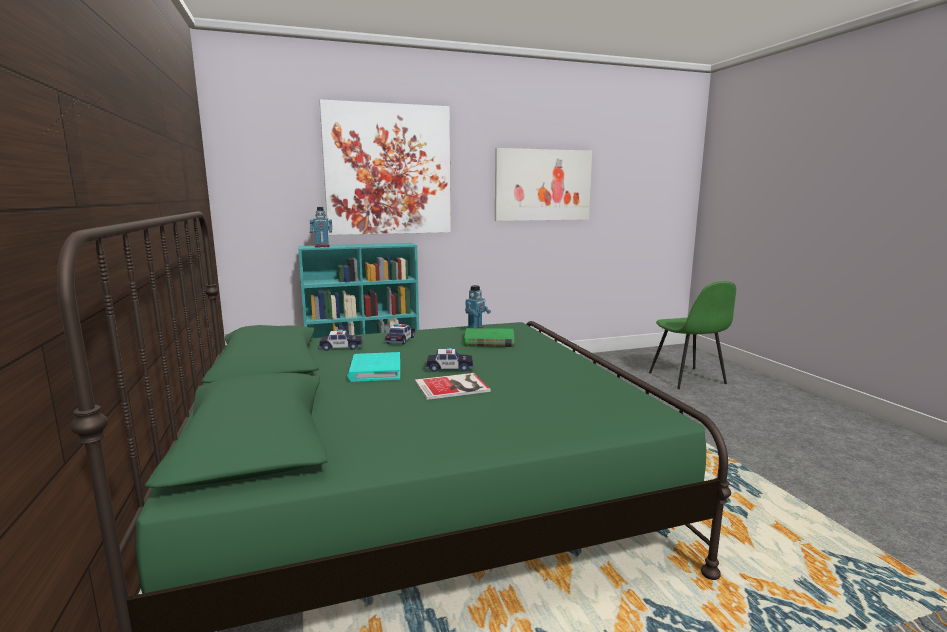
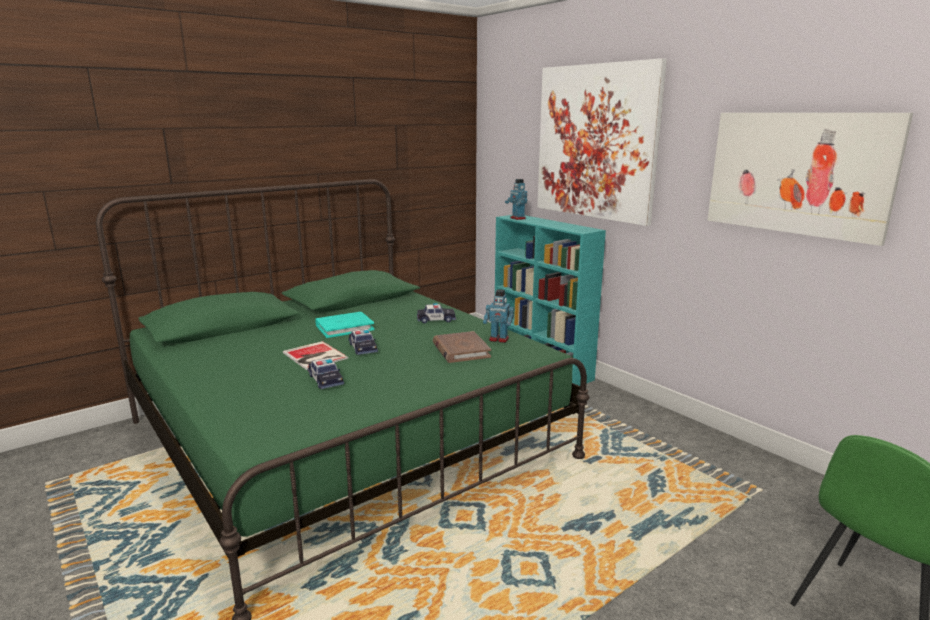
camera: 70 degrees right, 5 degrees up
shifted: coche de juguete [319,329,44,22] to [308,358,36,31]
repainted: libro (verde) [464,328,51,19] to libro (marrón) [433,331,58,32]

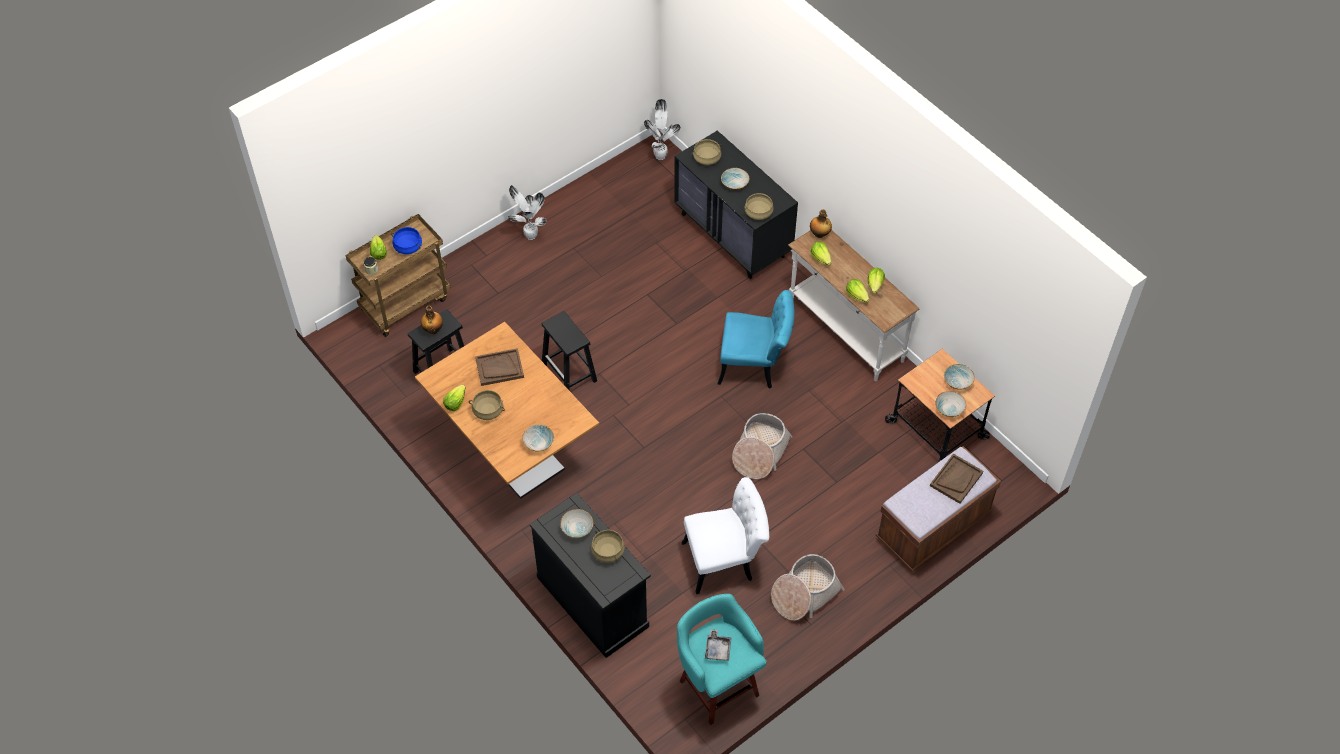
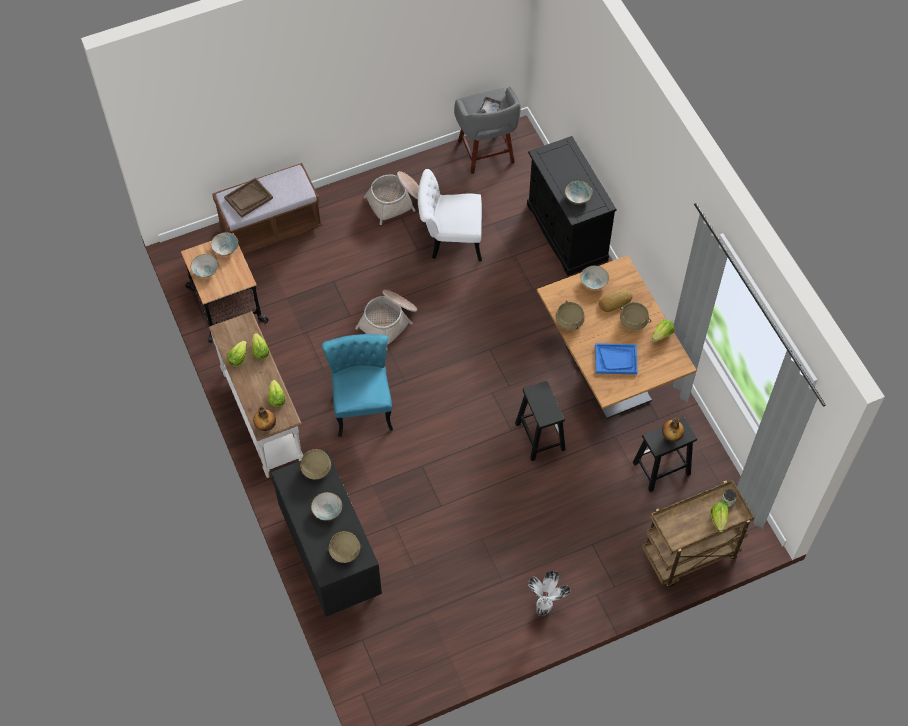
camera: 165 degrees left, 5 degrees up
gone: planta en maceta [644,99,37,61]; olla (azul) [391,227,31,27]
new: pan [599,289,34,23]
shifted: olla (beis) [591,530,34,33] to [556,300,29,30]
repainted: bandeja (marrón) [475,348,49,38] to bandeja (azul) [595,343,43,31]; taburete (turquesa) [677,594,89,131] to taburete (gris) [454,87,67,87]
rotated: silla (turquesa) [718,290,77,99] = [322,334,71,103] 60 degrees clockwise

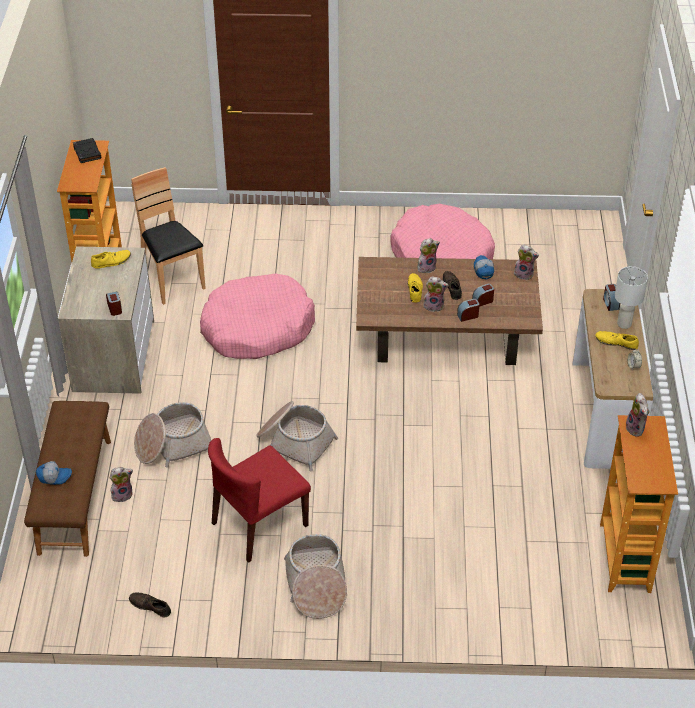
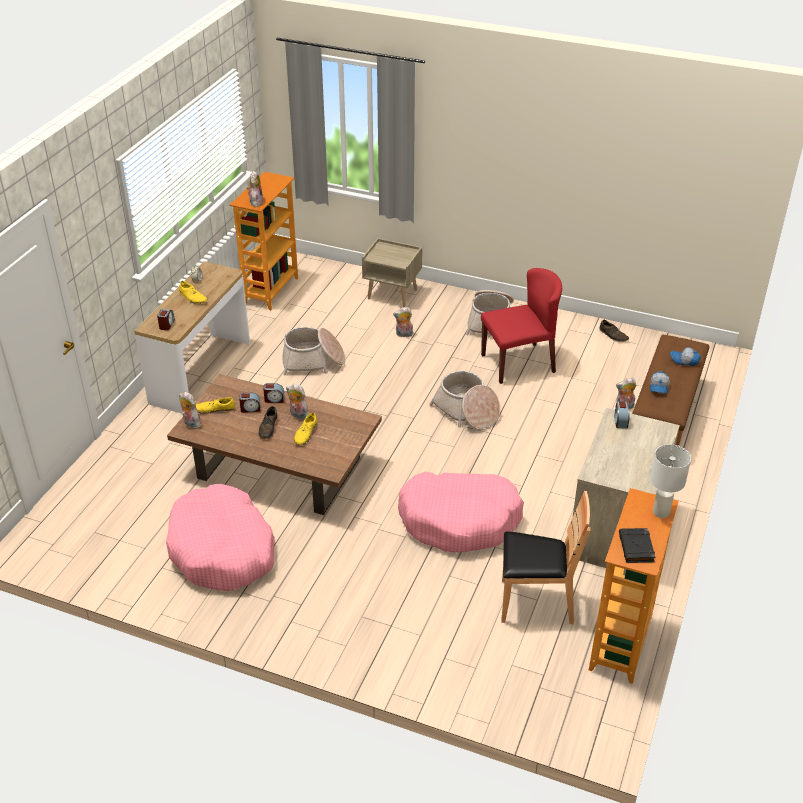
camera: 160 degrees left, 5 degrees down
new: mesita de noche (beis) [362,238,60,69]
shifted: peluche [418,238,22,35] to [393,307,20,30]; zapato (amarillo) [91,250,40,19] to [196,397,39,17]; gorra [474,255,20,25] to [650,371,20,23]; lámpara de mesa (blanco) [615,266,33,63] to [650,444,41,74]; cesta [134,402,77,66] to [283,327,62,48]
rotated: silla (marrón) [131,167,75,138] = [501,491,90,133] 75 degrees counterclockwise

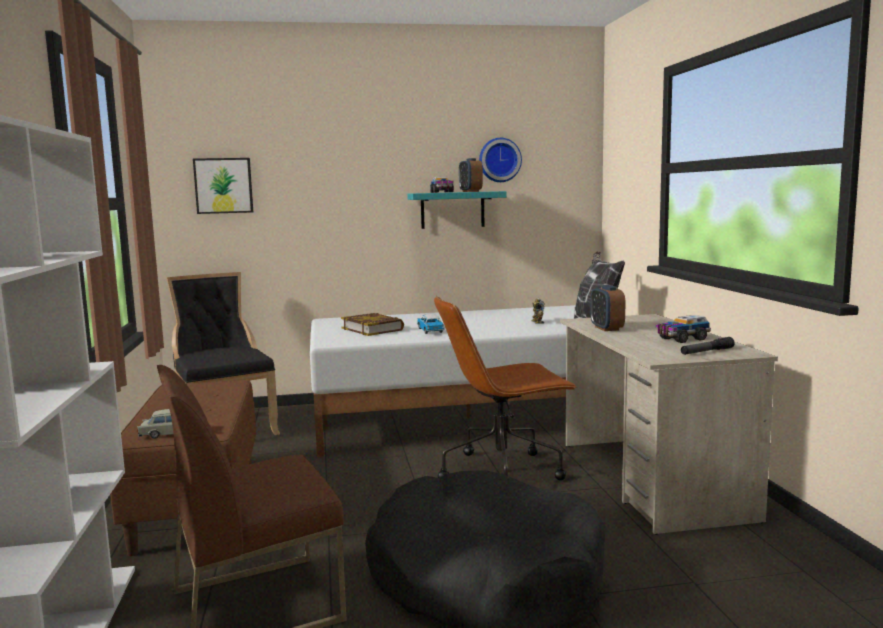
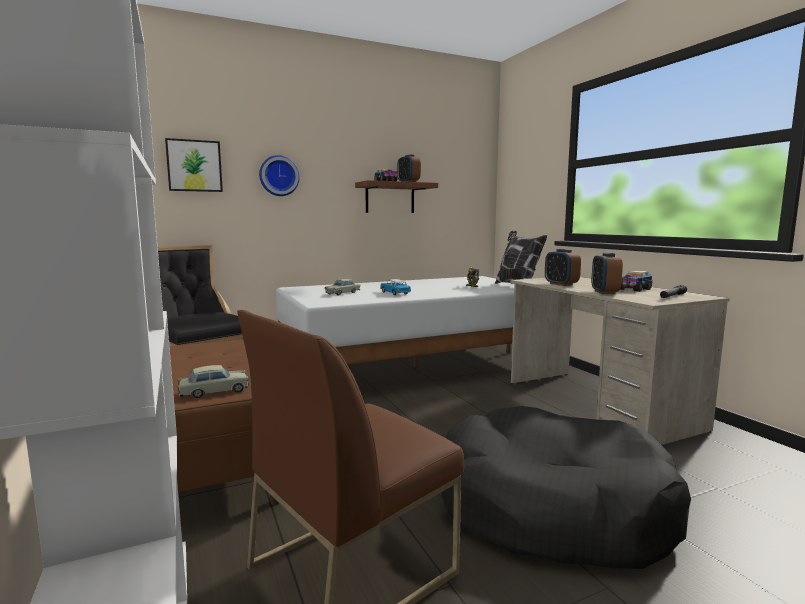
camera: 15 degrees left, 0 degrees up
gone: silla de oficina (marrón) [434,296,143,184]
new: despertador [591,253,32,41]
shifted: reloj de pared [479,138,43,44] to [259,155,41,41]
swapped: libro [341,313,63,23] to coche de juguete (beis) [325,279,35,17]
repainted: estante (turquesa) [407,191,100,38] to estante (marrón) [355,180,83,33]

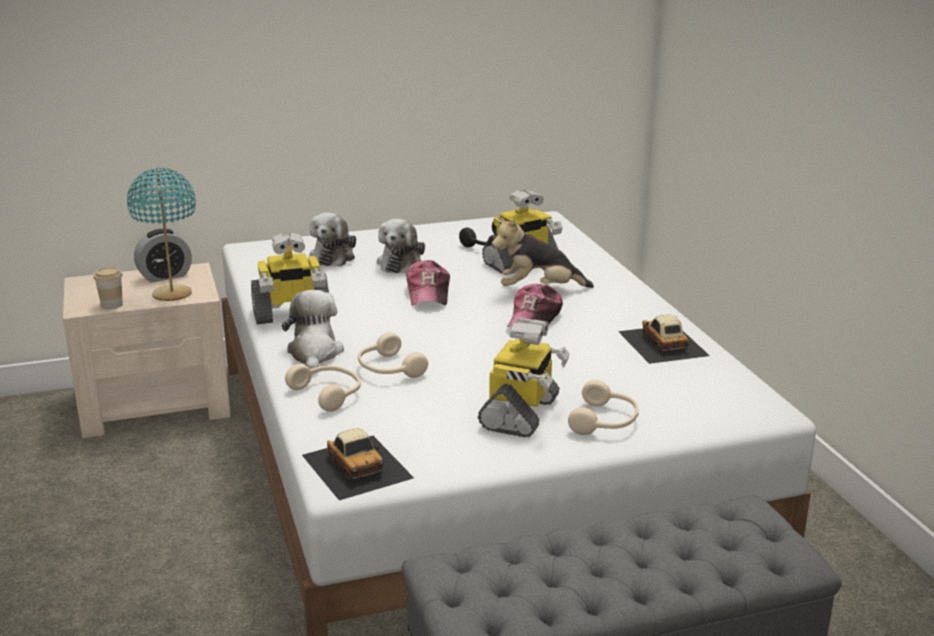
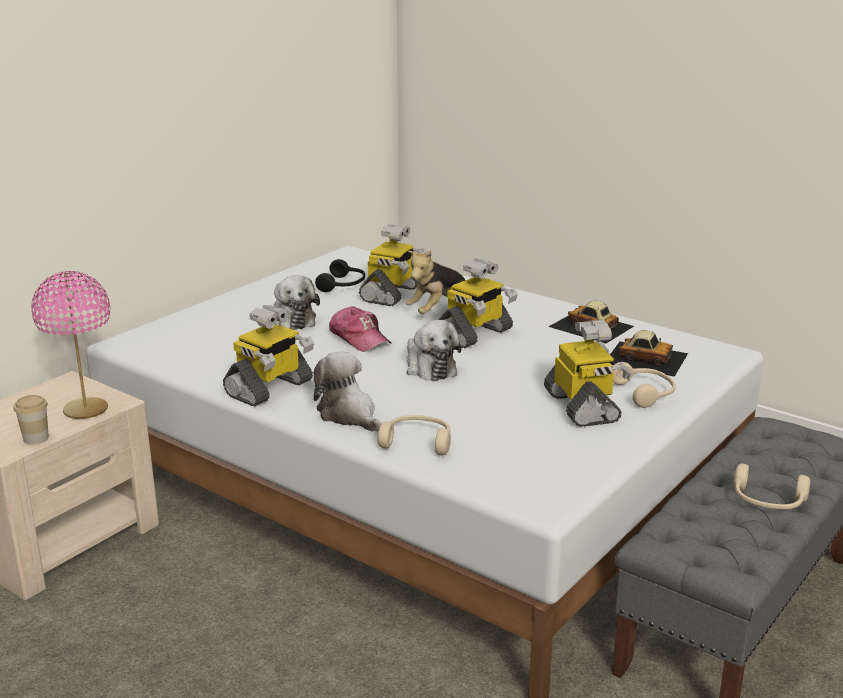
camera: 35 degrees left, 0 degrees up
gone: despertador [134,229,58,54]
shifted: peluche [310,212,46,54] to [407,320,54,61]; auriculares (beis) [358,332,70,46] to [734,464,76,45]; coche de juguete [302,429,112,71] to [610,331,78,46]
swapped: gorra [506,284,57,44] to robot de juguete [439,258,79,90]
repainted: lámpara de mesa (turquesa) [127,168,69,133] to lámpara de mesa (rosa) [31,271,79,148]

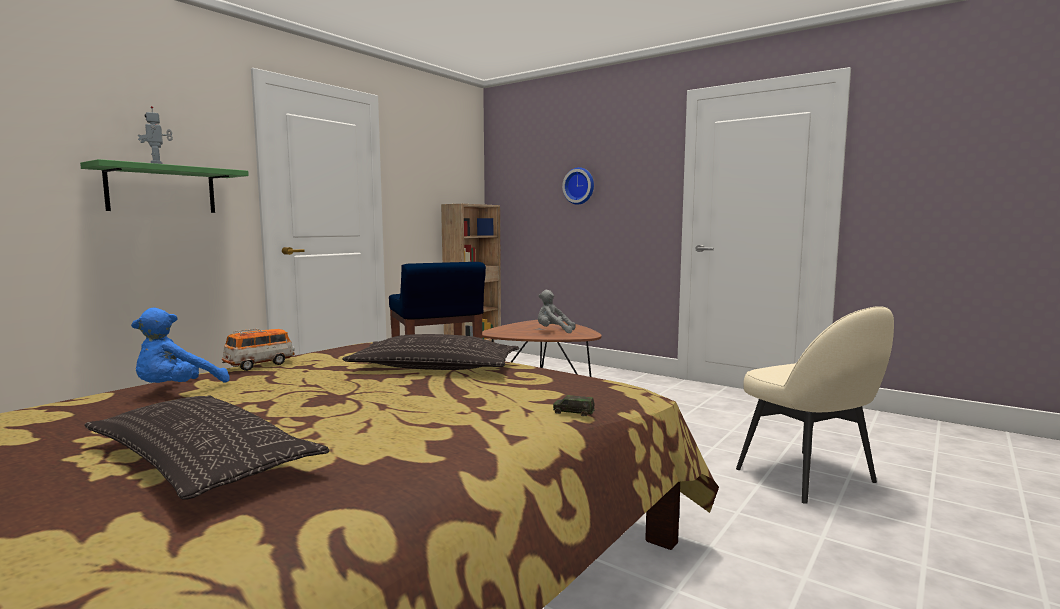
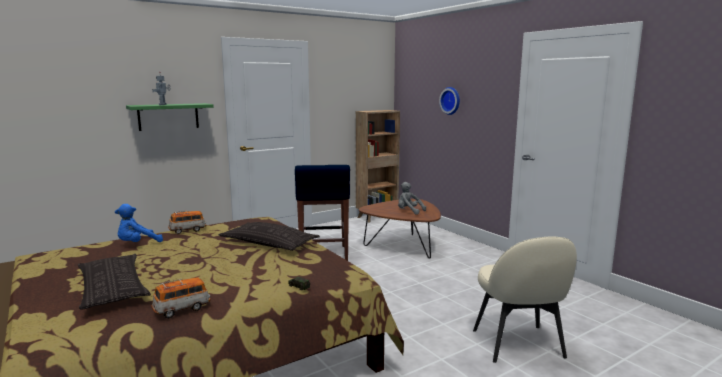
camera: 20 degrees right, 5 degrees up
new: coche de juguete [152,277,58,41]

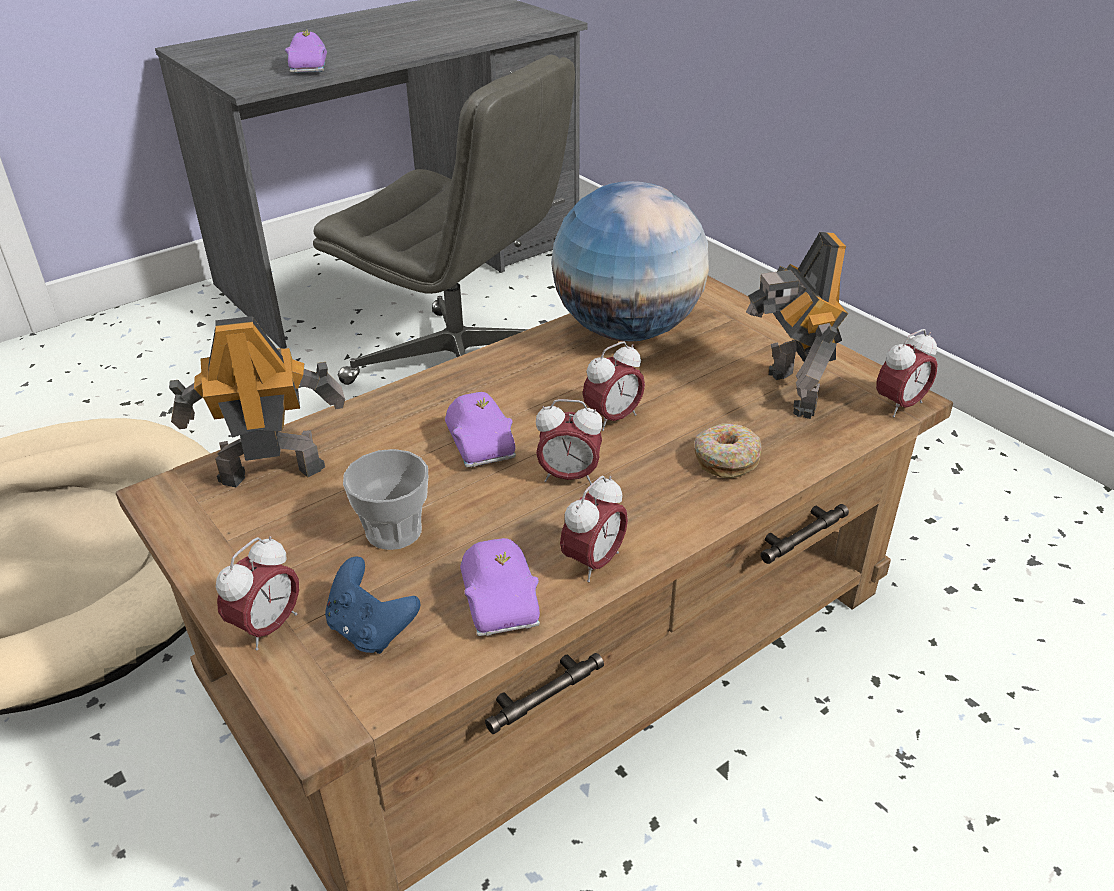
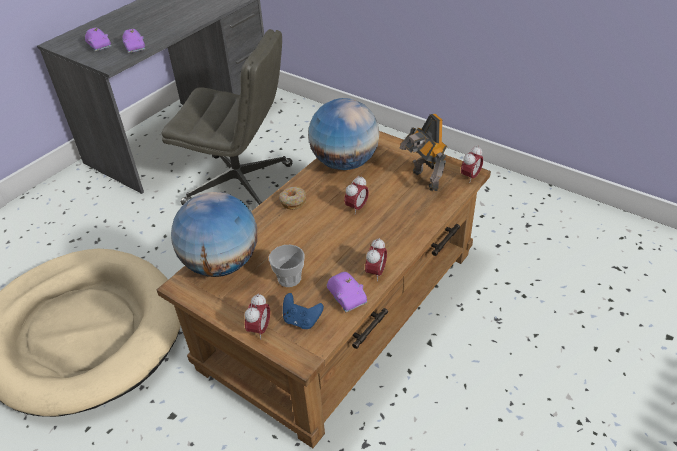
camera: 15 degrees left, 5 degrees up
gone: despertador [536,399,67,86]
shifted: coche de juguete (morado) [445,392,71,76] to [85,28,27,23]; rosquilla [694,424,68,54] to [279,187,27,23]
swapped: robot de juguete [169,316,176,171] to globo terráqueo [171,192,86,85]

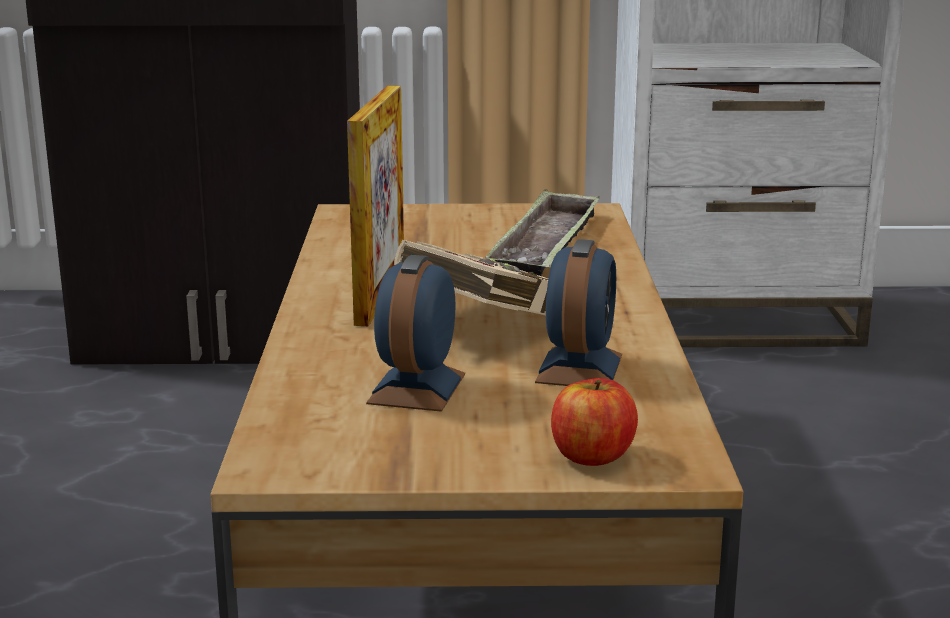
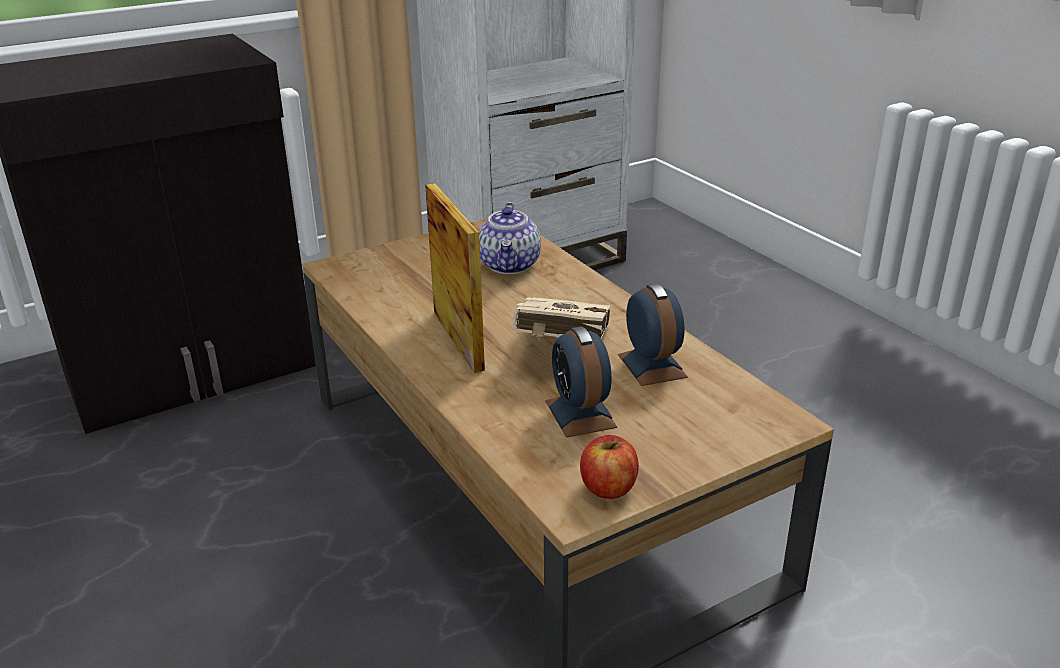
camera: 30 degrees left, 10 degrees up
shifted: manzana [551,378,87,88] to [580,435,59,64]
swapped: bandeja [485,190,114,86] to tetera [478,203,63,71]

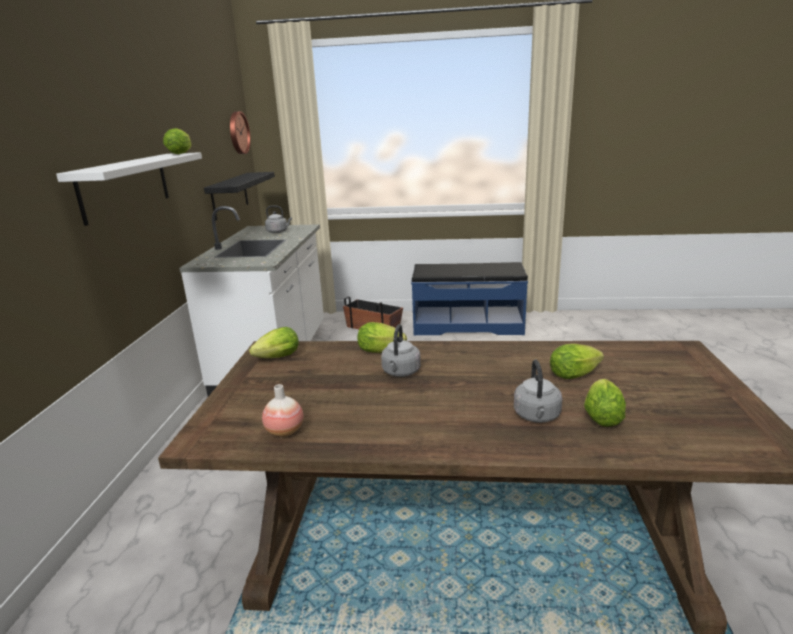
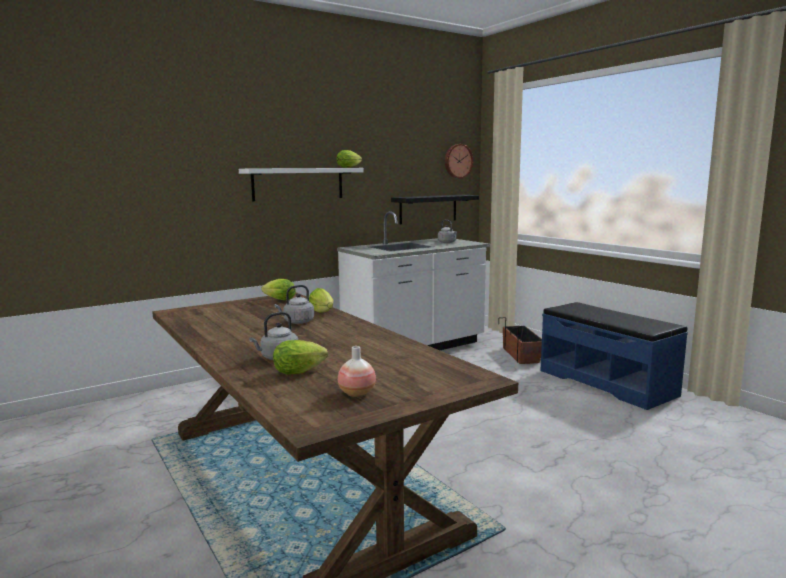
camera: 50 degrees right, 10 degrees down
gone: lechuga [550,344,54,35]
shifted: florero [262,384,41,53] to [338,346,38,51]

